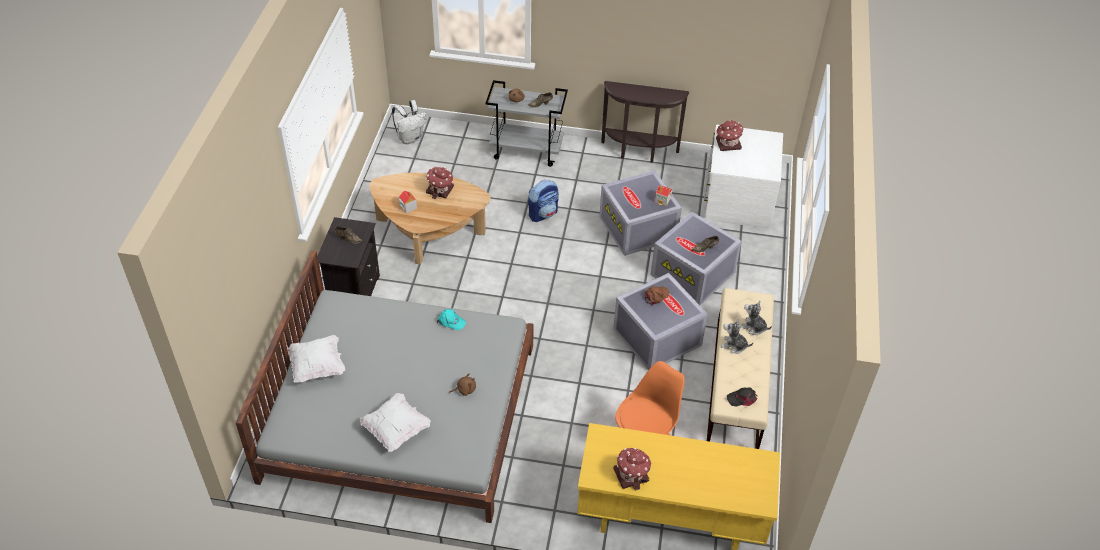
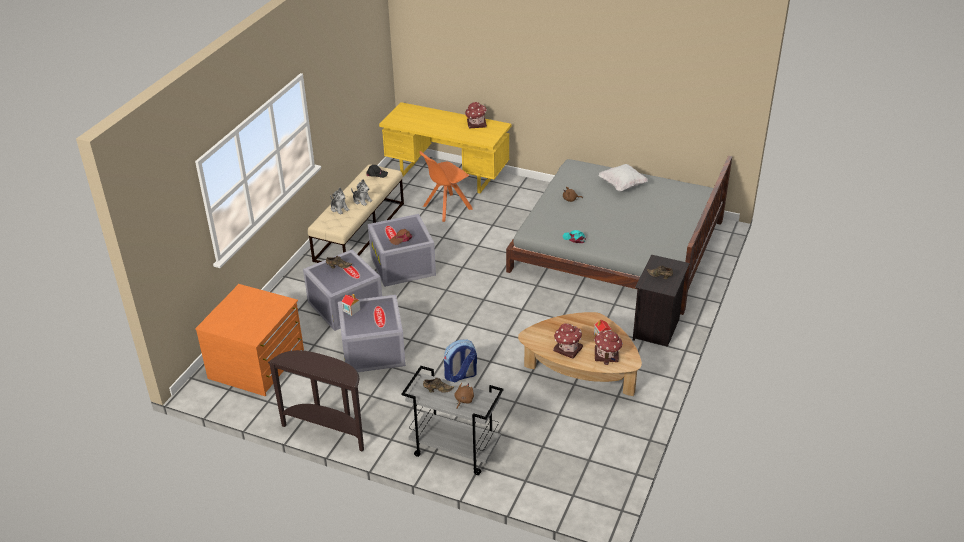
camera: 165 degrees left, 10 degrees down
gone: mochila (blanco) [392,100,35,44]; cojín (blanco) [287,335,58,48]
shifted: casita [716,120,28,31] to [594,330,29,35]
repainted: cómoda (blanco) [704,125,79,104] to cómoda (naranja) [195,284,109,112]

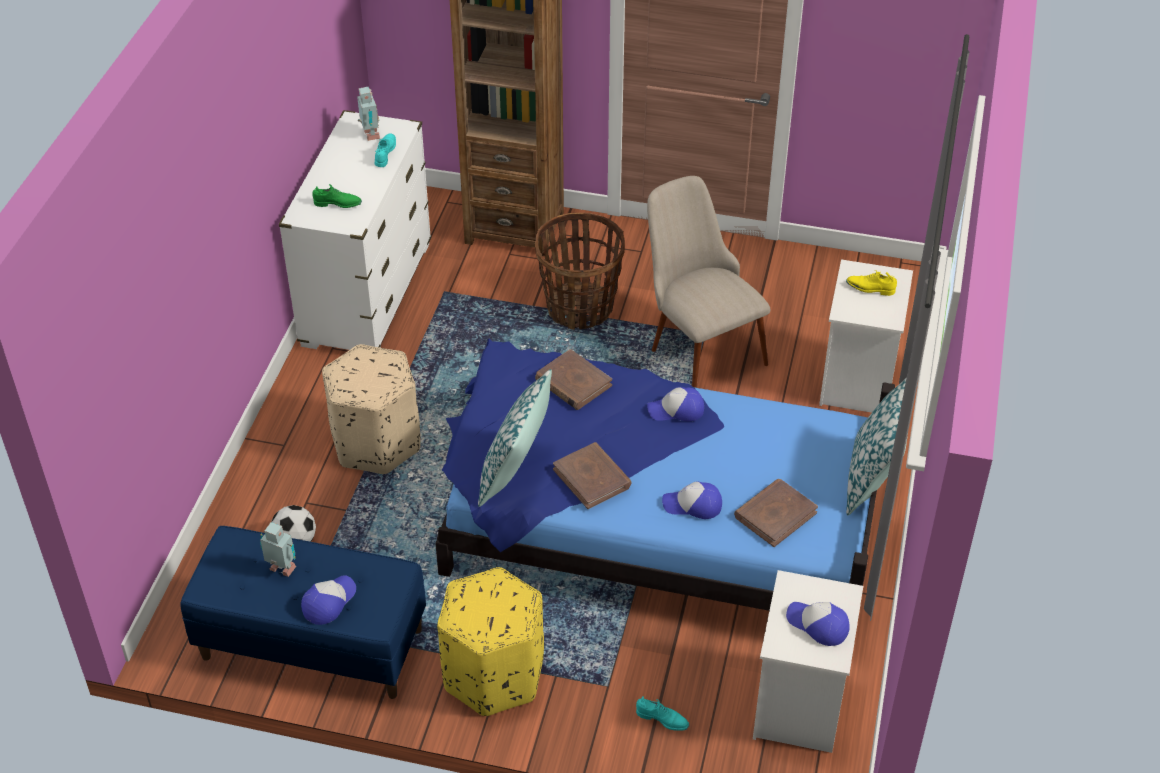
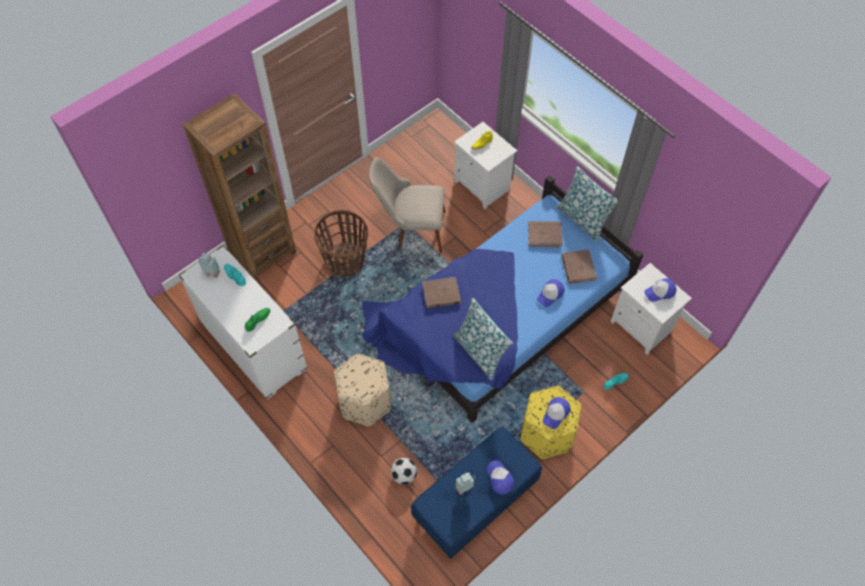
camera: 55 degrees left, 15 degrees up
shifted: gorra [647,387,57,35] to [543,397,27,32]; libro (marrón) [553,442,78,67] to [528,221,35,26]

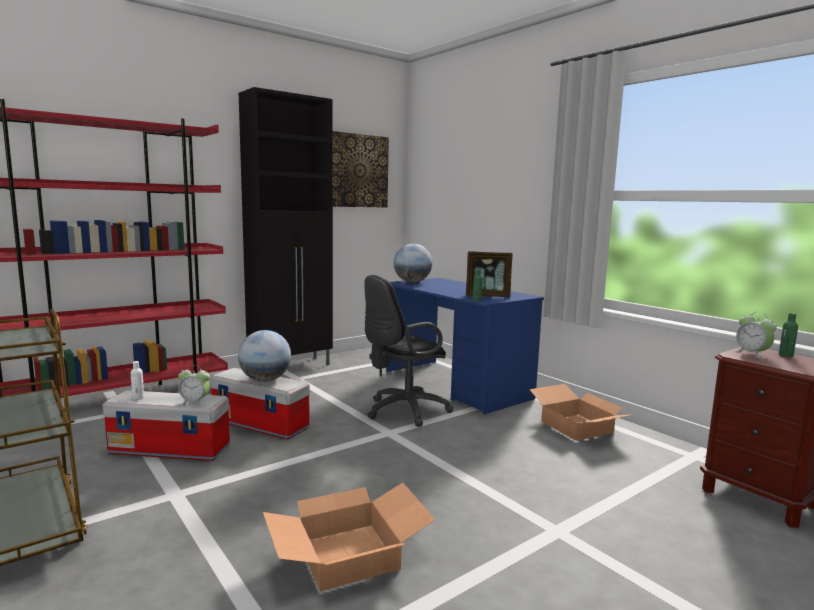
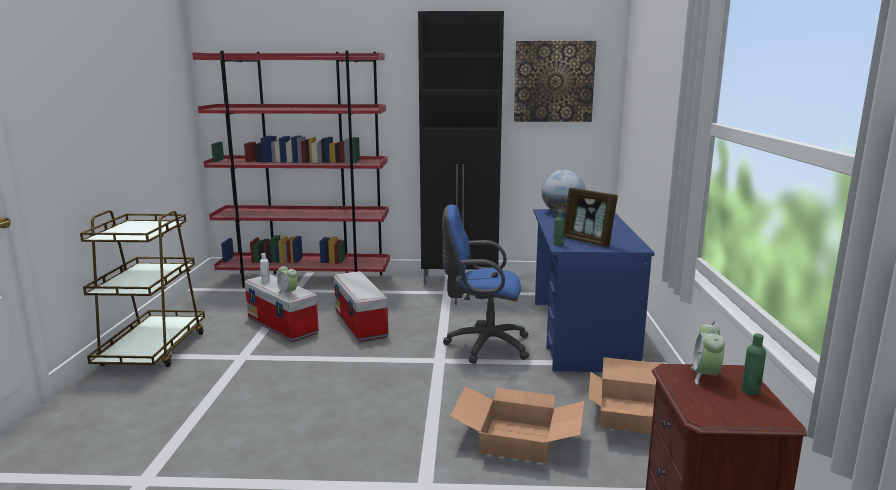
camera: 40 degrees right, 5 degrees up
gone: globo terráqueo [238,330,53,52]
shifted: caja de cartón [263,483,172,108] to [450,386,135,78]
repainted: silla de oficina (negro) [364,275,89,152] to silla de oficina (azul) [442,204,87,160]

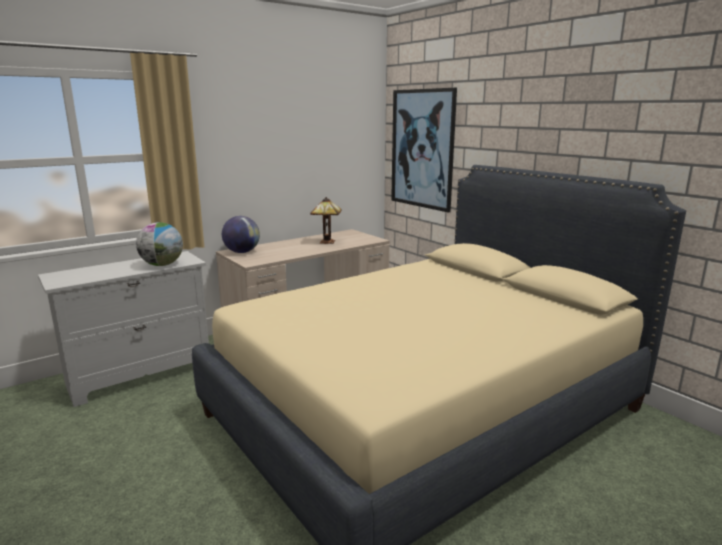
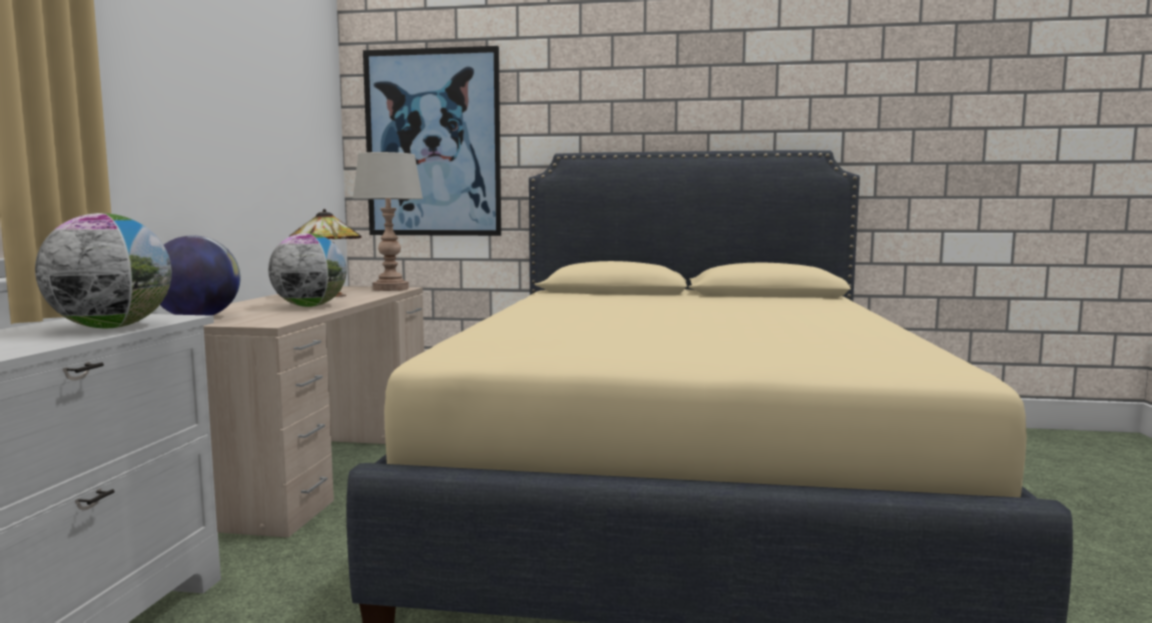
camera: 45 degrees left, 10 degrees down
new: lámpara de mesa (gris) [352,152,71,139]; globo terráqueo [268,233,79,74]

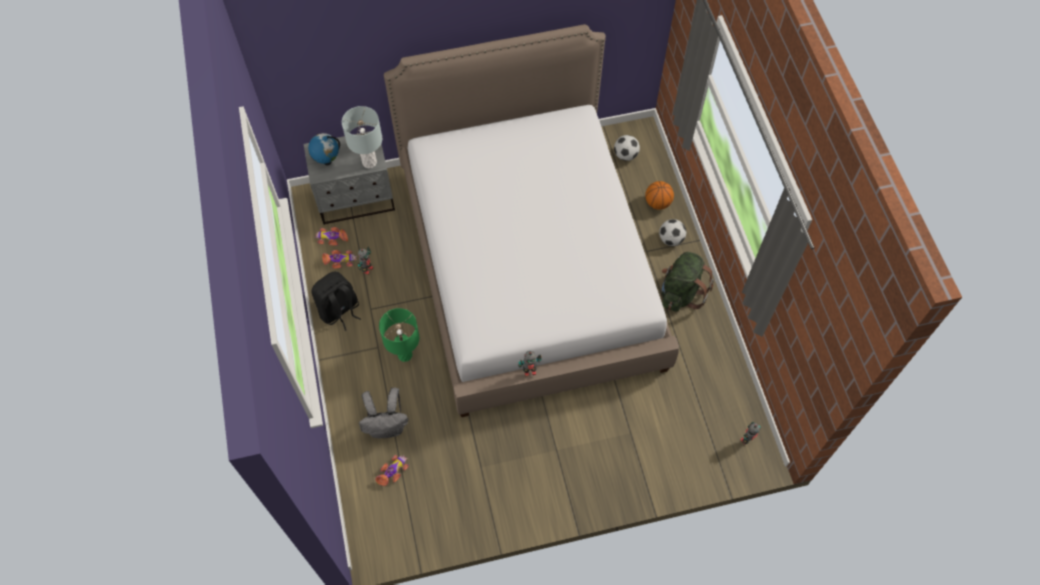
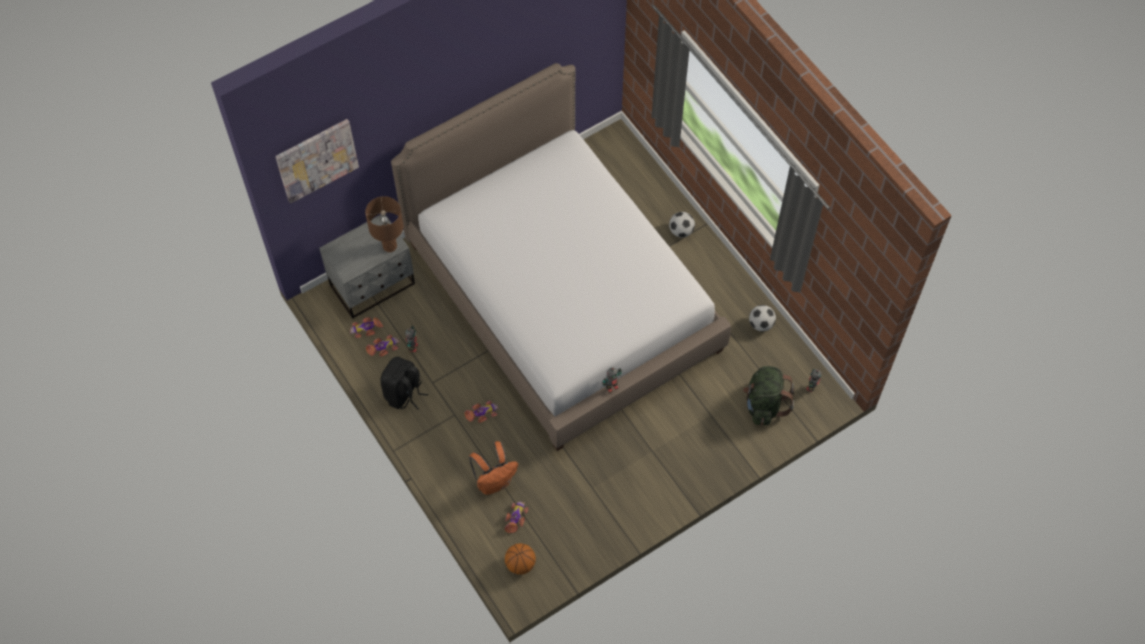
camera: 20 degrees left, 0 degrees up
gone: globo terráqueo [308,133,32,33]
new: cuadro [275,119,84,85]
shifted: balón de fútbol [614,135,26,26] to [749,305,27,26]; balón de baloncesto [645,181,29,29] to [505,543,31,32]; mochila (verde) [661,252,53,59] to [743,366,51,60]
swapped: lámpara de mesa (verde) [379,308,40,54] to coche de juguete [465,401,34,22]
repainted: lámpara de mesa (gris) [342,106,40,63] to lámpara de mesa (marrón) [365,196,39,56]; mochila (gris) [359,387,49,51] to mochila (naranja) [469,441,49,54]

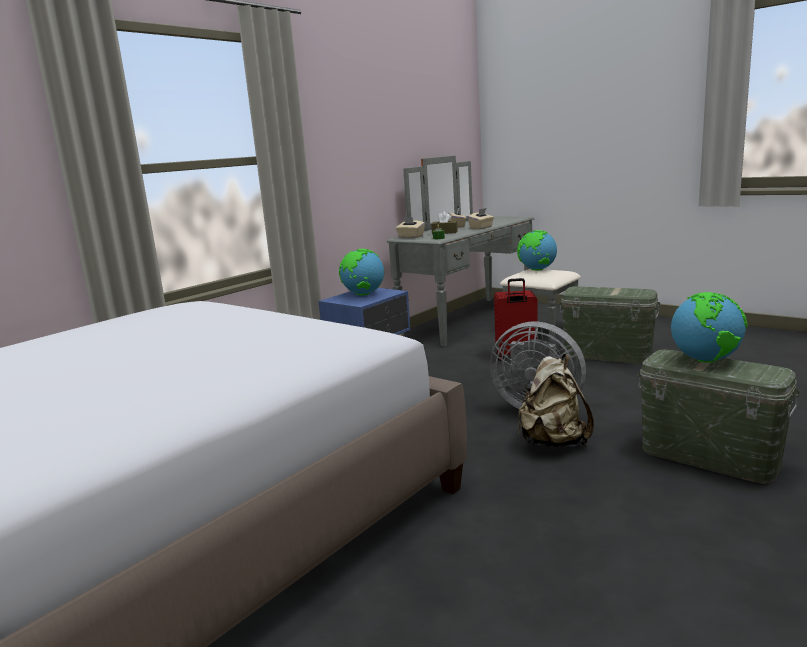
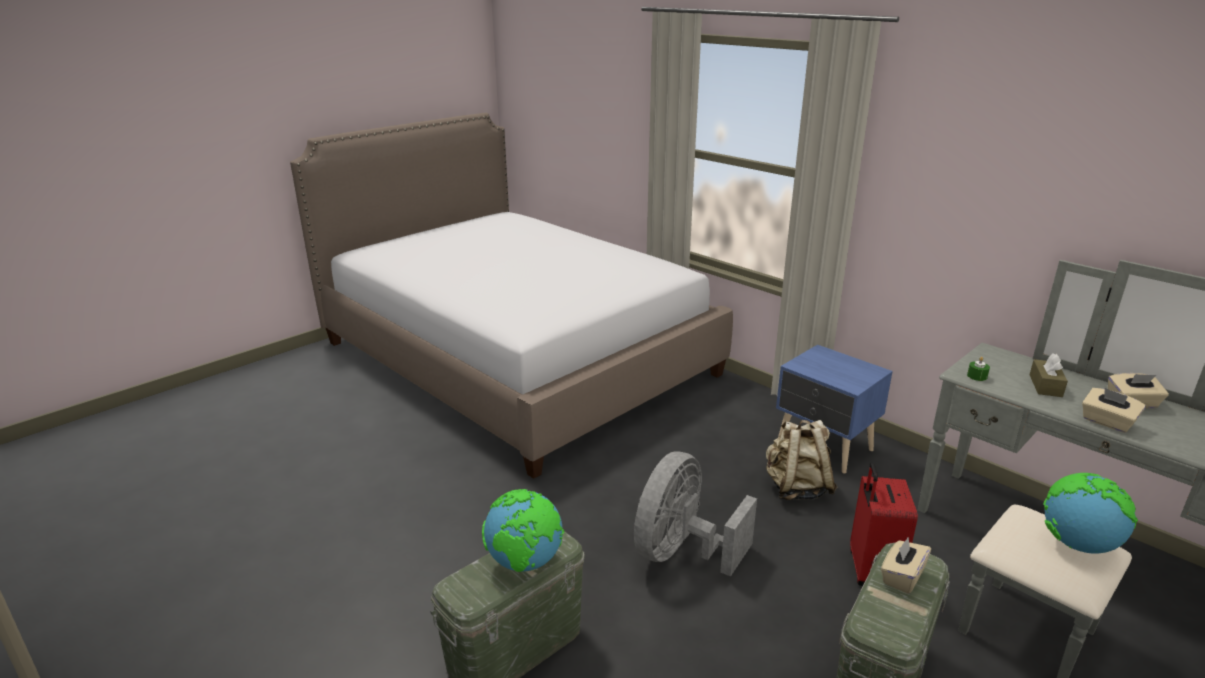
camera: 95 degrees right, 10 degrees up
gone: globo terráqueo [339,249,45,46]
shifted: caja de pañuelos (beis) [396,217,29,21] to [881,537,50,57]; mochila (beis) [518,354,76,93] to [766,420,72,80]

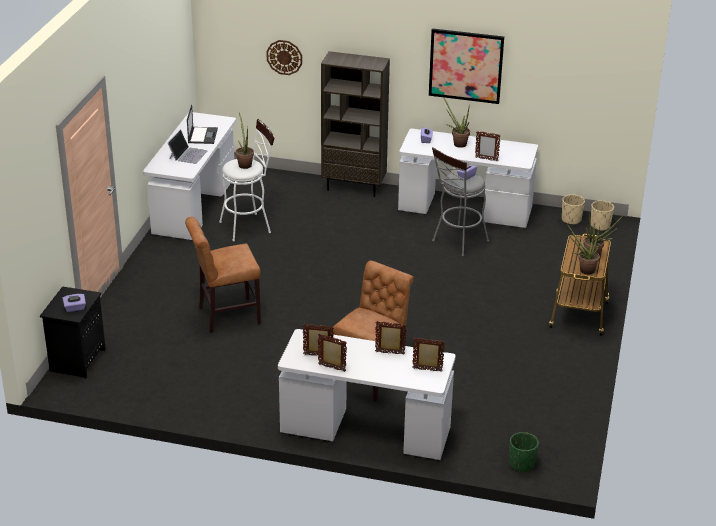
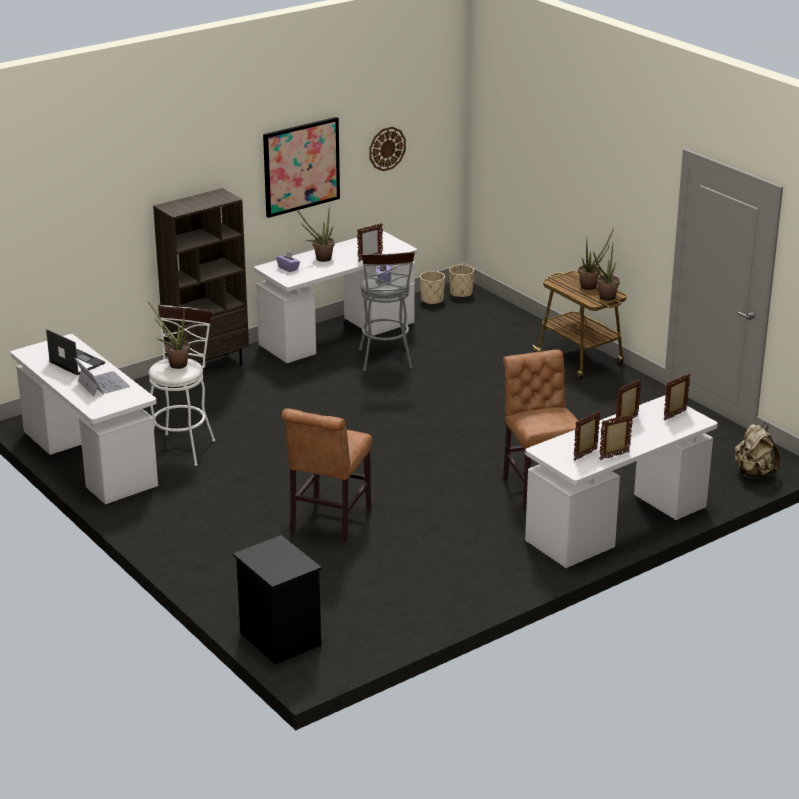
camera: 50 degrees left, 5 degrees down
gone: caja de pañuelos (morado) [62,294,24,18]
shifted: reloj de pared [266,40,36,35] to [369,127,37,44]
swapped: maceta (verde) [509,432,30,40] to mochila (beis) [735,423,45,55]

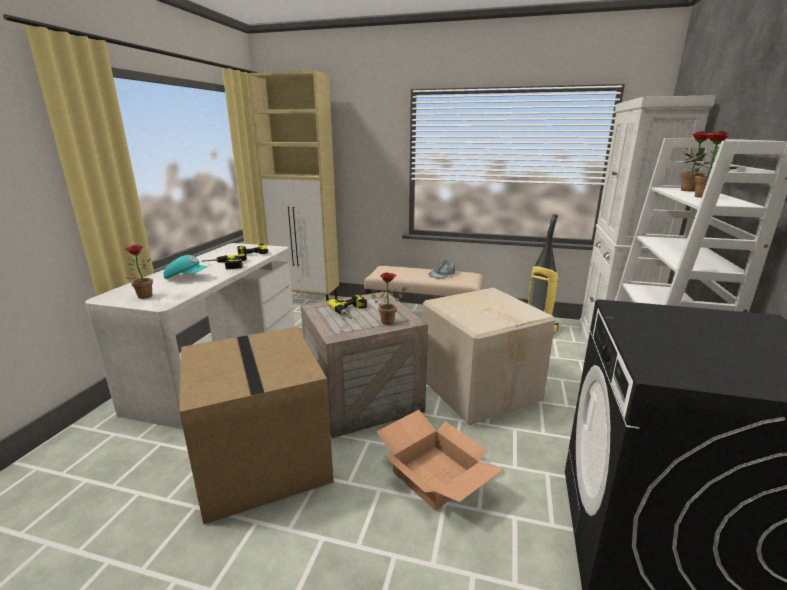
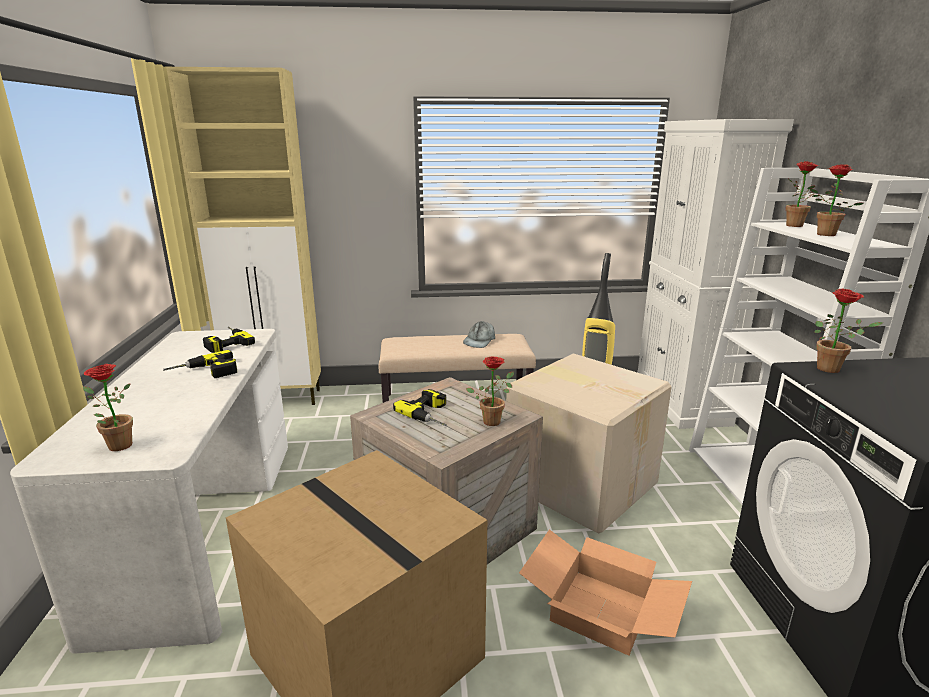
camera: 20 degrees left, 0 degrees up
gone: gorra (turquesa) [164,255,43,24]
new: planta en maceta [814,289,69,84]

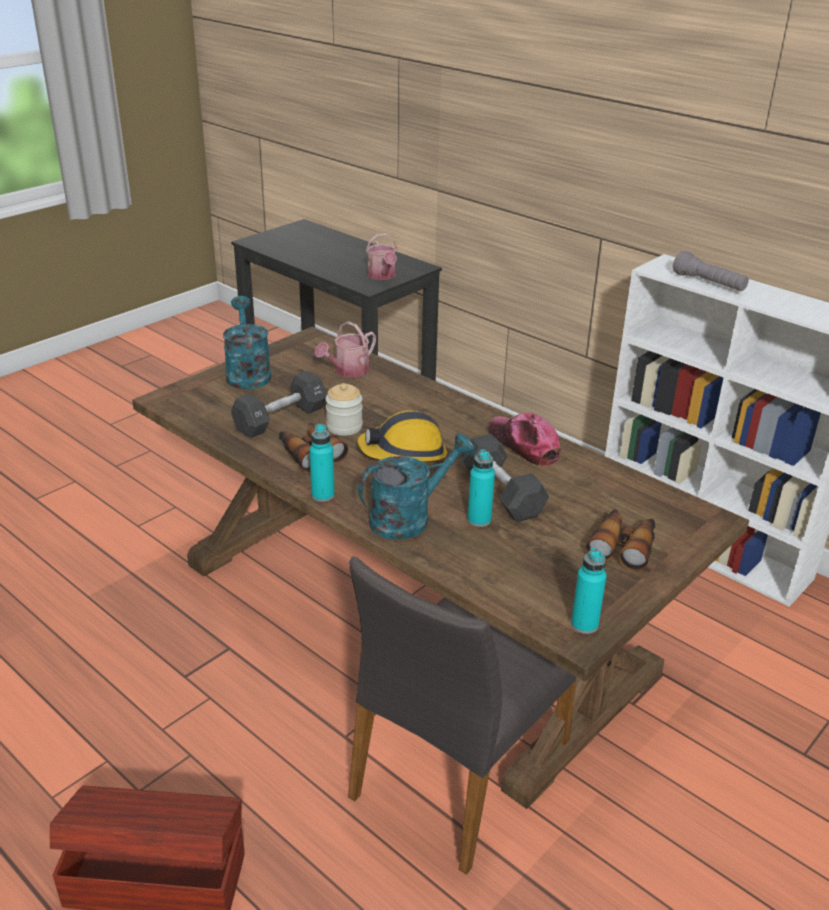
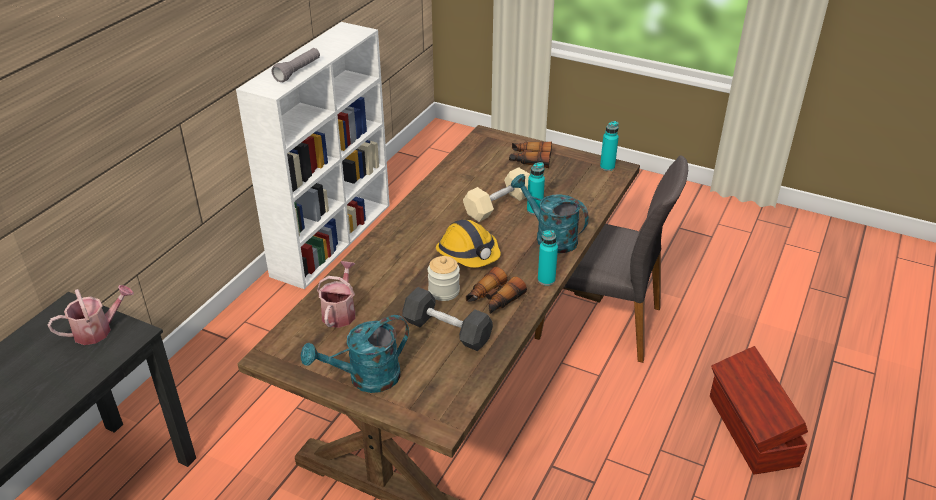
camera: 105 degrees left, 5 degrees up
gone: gorra [488,413,73,54]
repainted: mancuerna (negro) [460,434,89,88] to mancuerna (beis) [463,167,67,55]
rotated: regadera [315,321,61,56] = [317,261,38,67] 105 degrees counterclockwise

